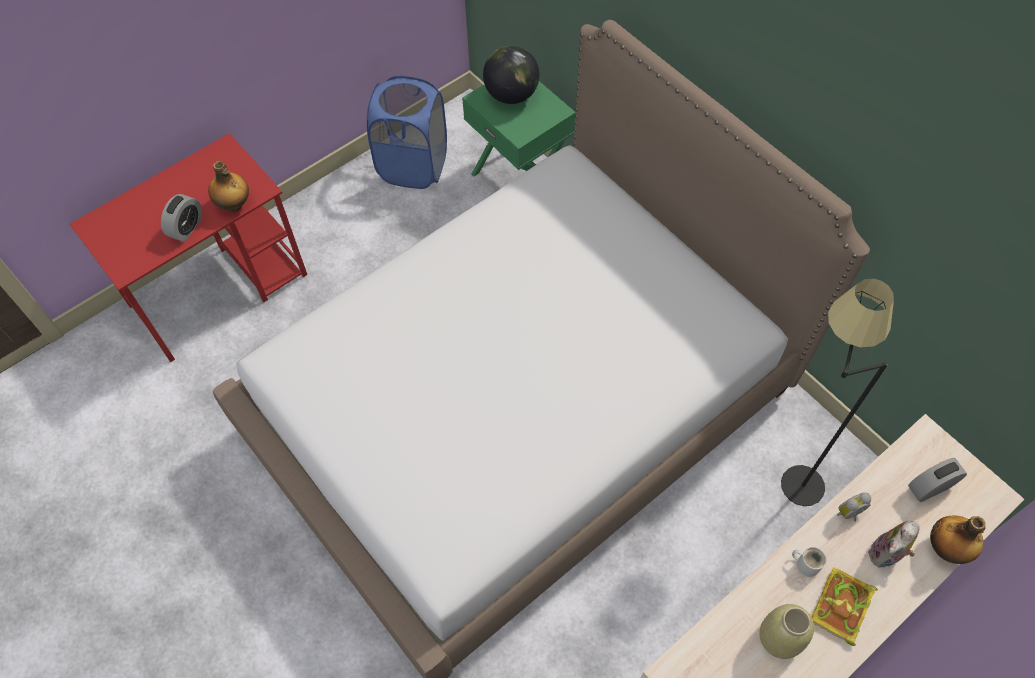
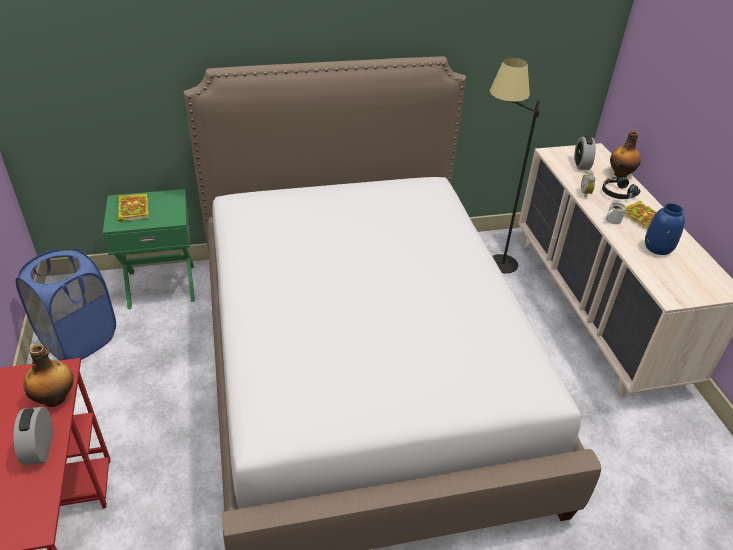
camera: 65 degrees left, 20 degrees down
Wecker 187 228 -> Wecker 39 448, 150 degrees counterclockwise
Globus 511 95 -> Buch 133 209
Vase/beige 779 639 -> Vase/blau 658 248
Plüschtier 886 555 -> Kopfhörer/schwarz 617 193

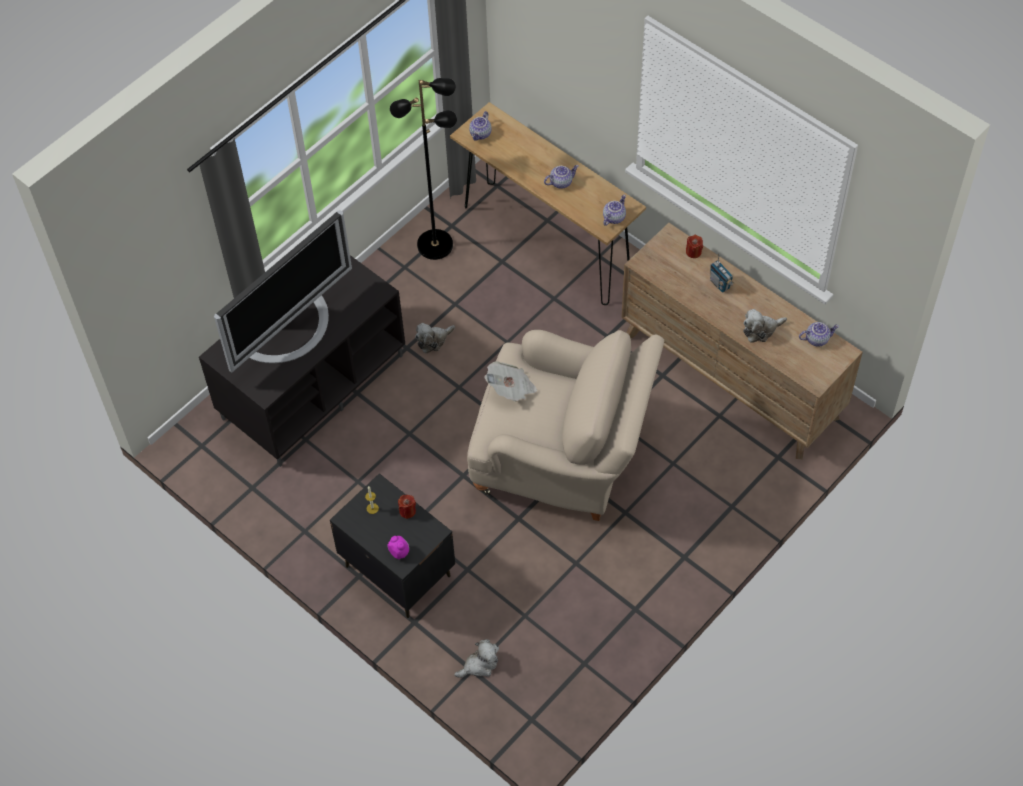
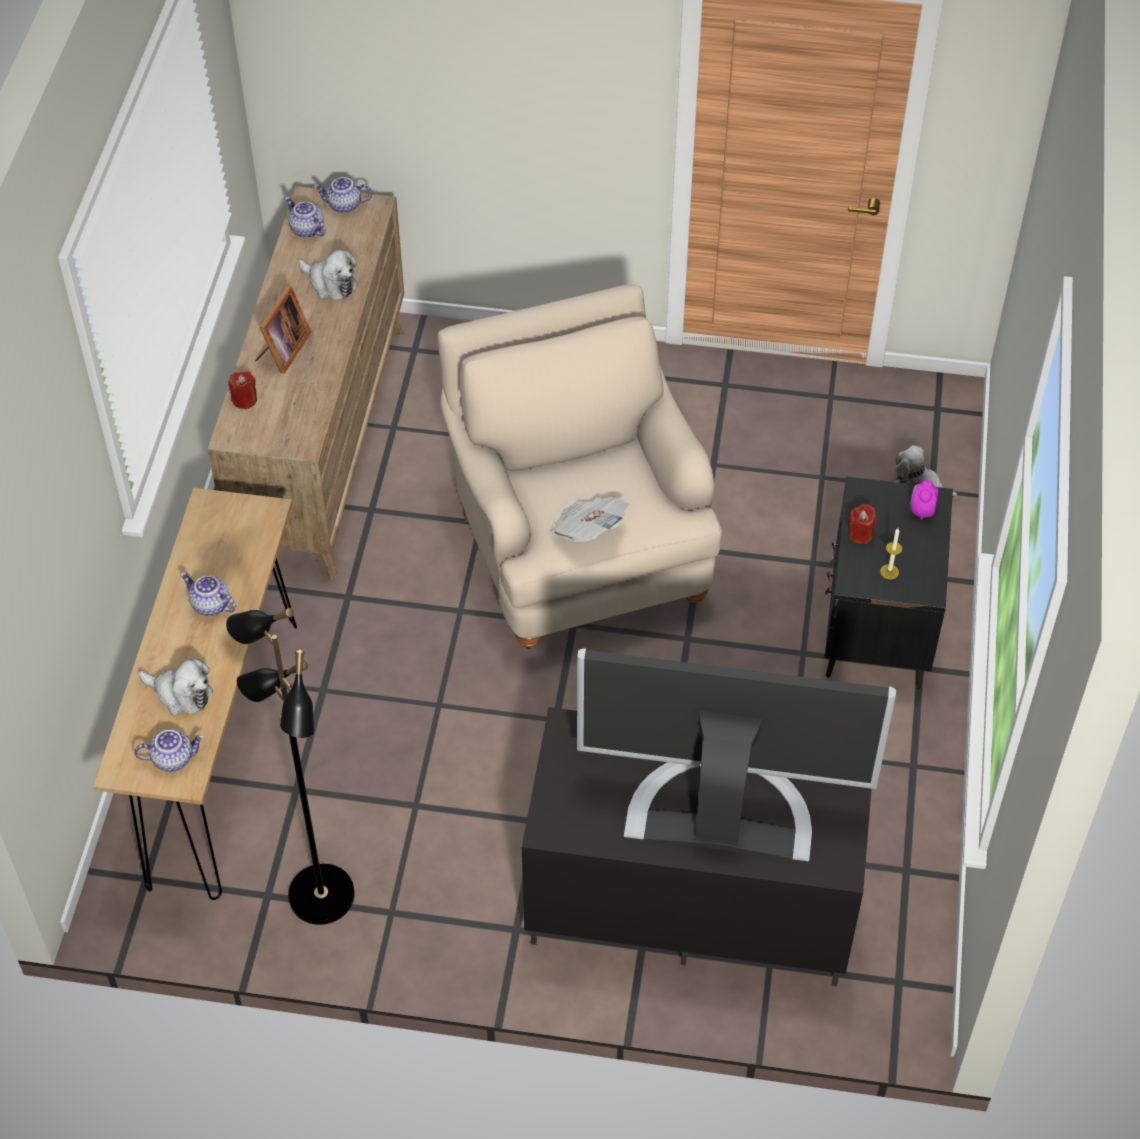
camera: 125 degrees left, 5 degrees down
Plüschtier 433 340 -> Plüschtier 181 694, shifted
Teekanne 613 217 -> Teekanne 344 206, shifted
Radio 720 284 -> Bilderrahmen 283 351

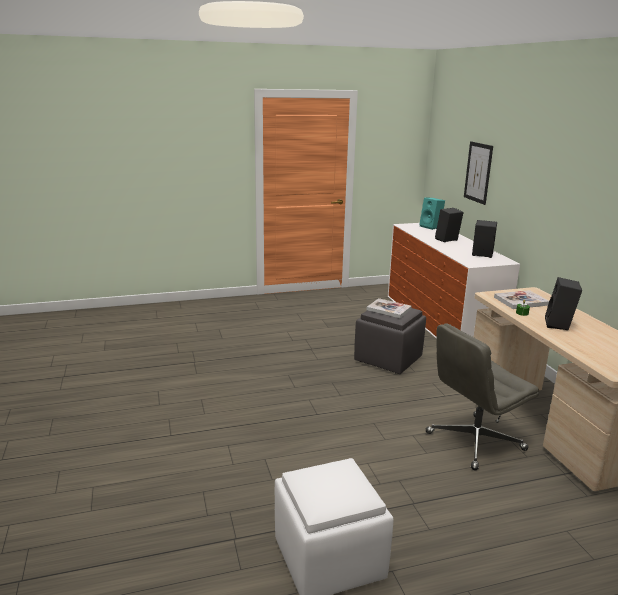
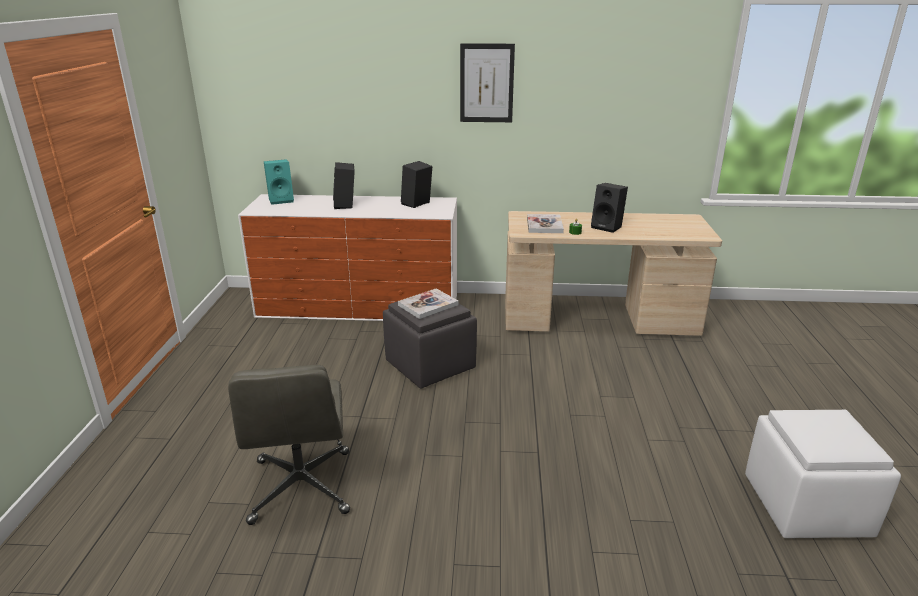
camera: 70 degrees left, 5 degrees up
Bürostuhl/grau 474 442 -> Bürostuhl/grau 302 487, shifted
Bild 478 172 -> Bild 486 83, shifted

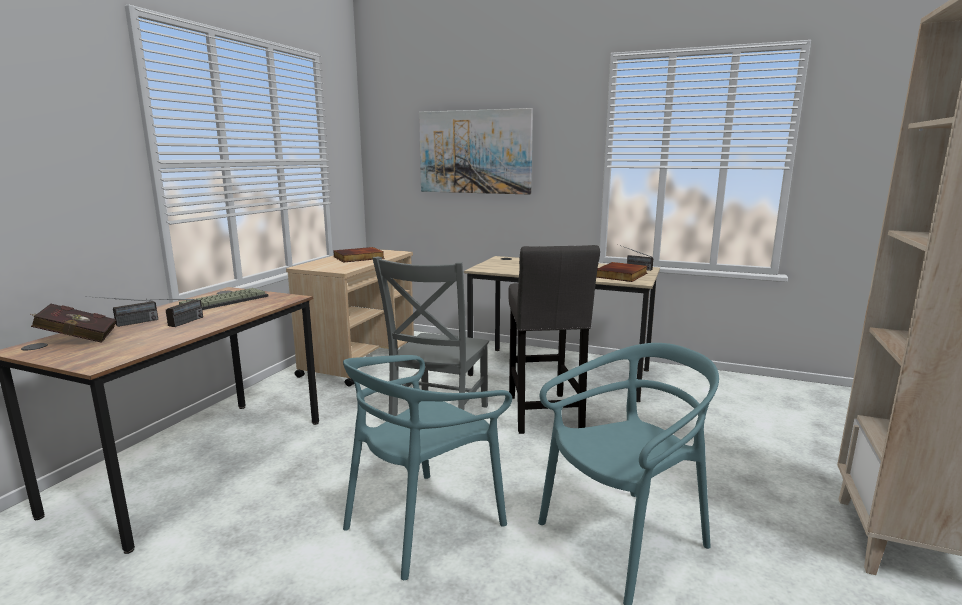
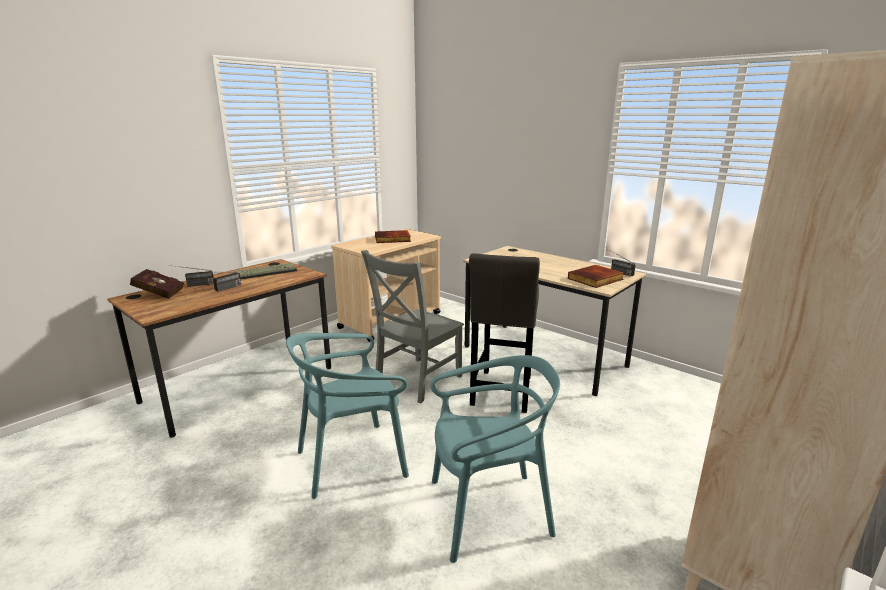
camera: 20 degrees right, 5 degrees up
Bild 474 152 -> none

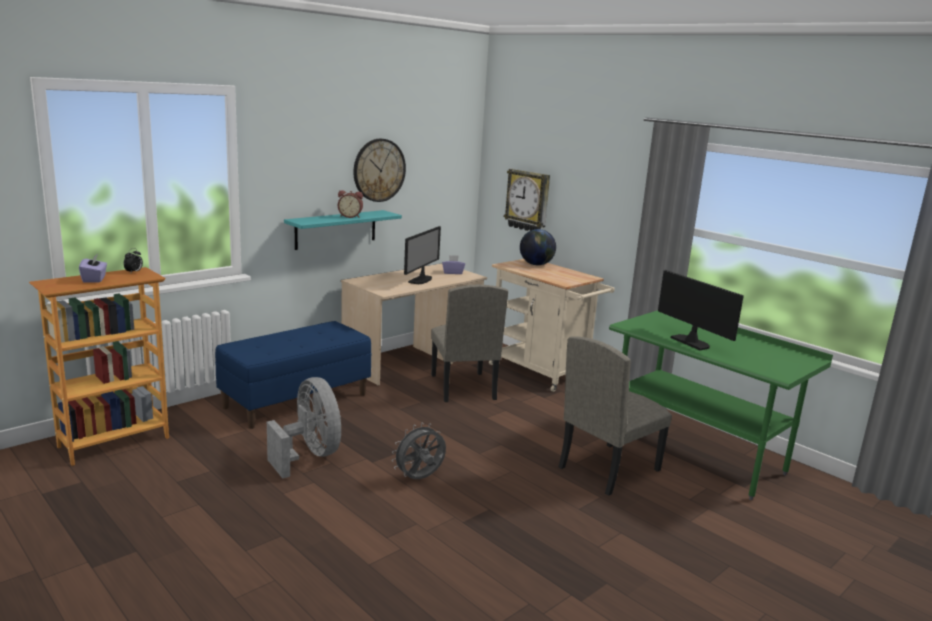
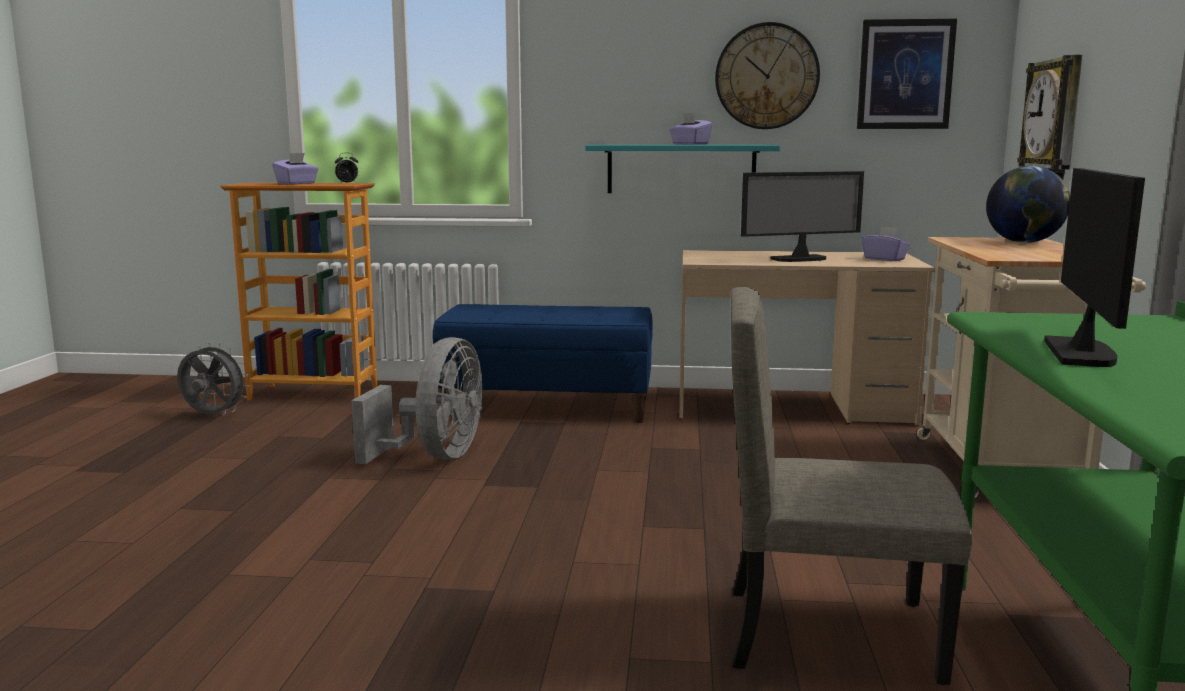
camera: 50 degrees right, 5 degrees down
Wecker 350 216 -> Taschentuchbox/lila 690 144
Ventilator/grau 419 479 -> Ventilator/grau 213 416, shifted
Stuhl/beige 462 387 -> none
none -> Bild 905 74

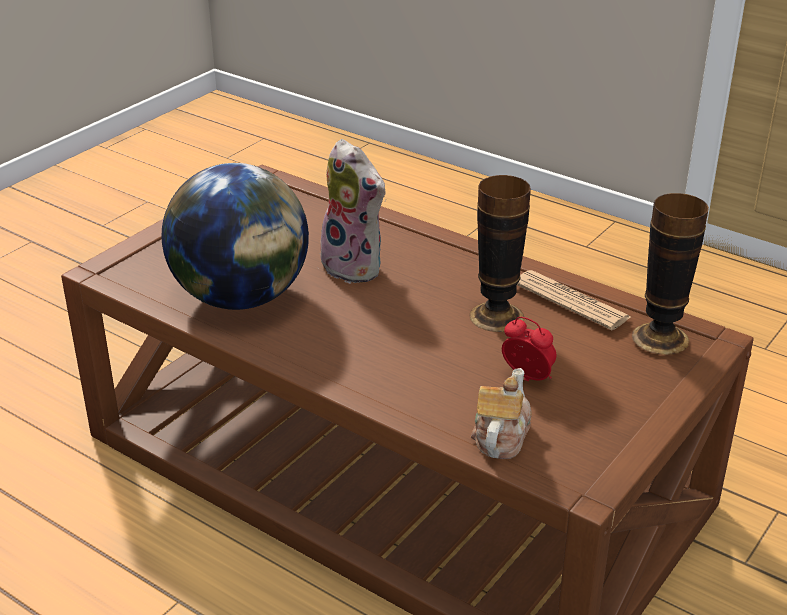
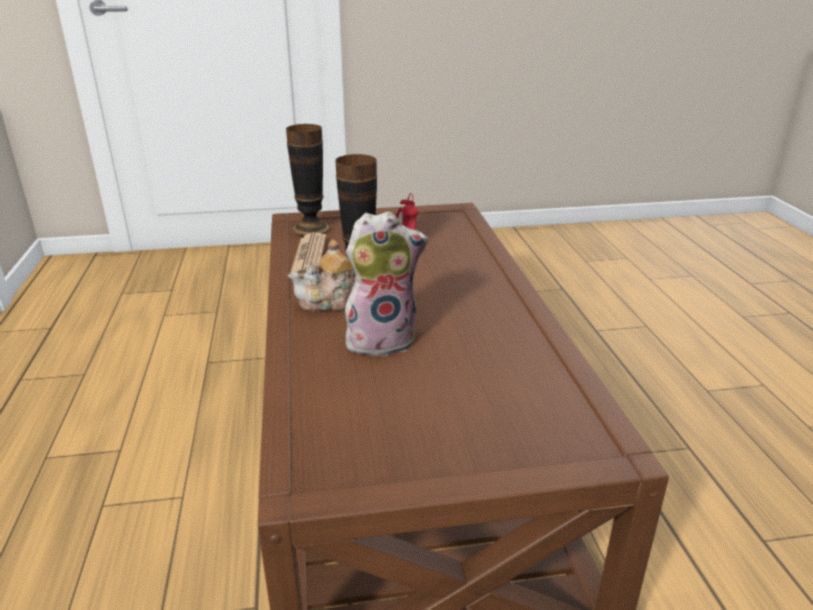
camera: 135 degrees left, 5 degrees down
Globus 241 298 -> none
Plüschtier 356 266 -> Plüschtier 382 339, 75 degrees clockwise
Teekanne 500 436 -> Teekanne 330 301, shifted

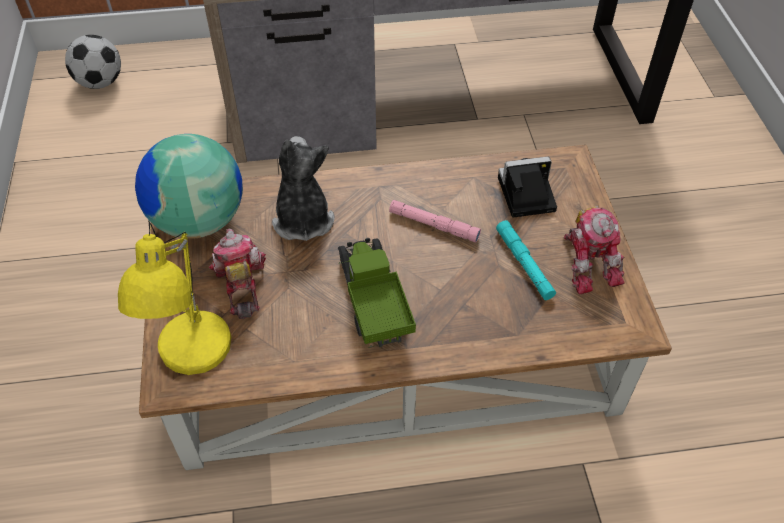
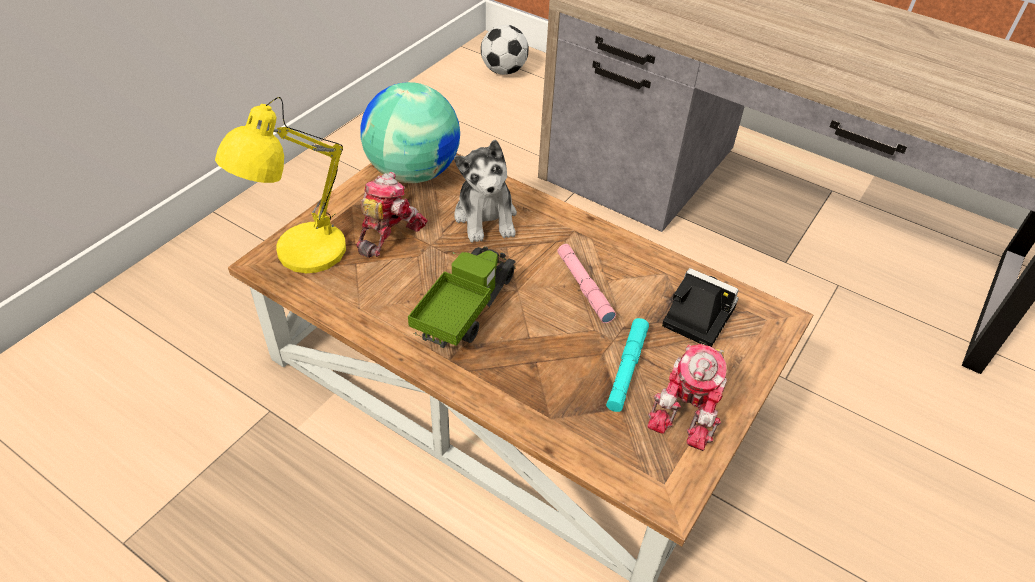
camera: 40 degrees right, 5 degrees down
Plüschtier 302 219 -> Plüschtier 486 217, 135 degrees clockwise

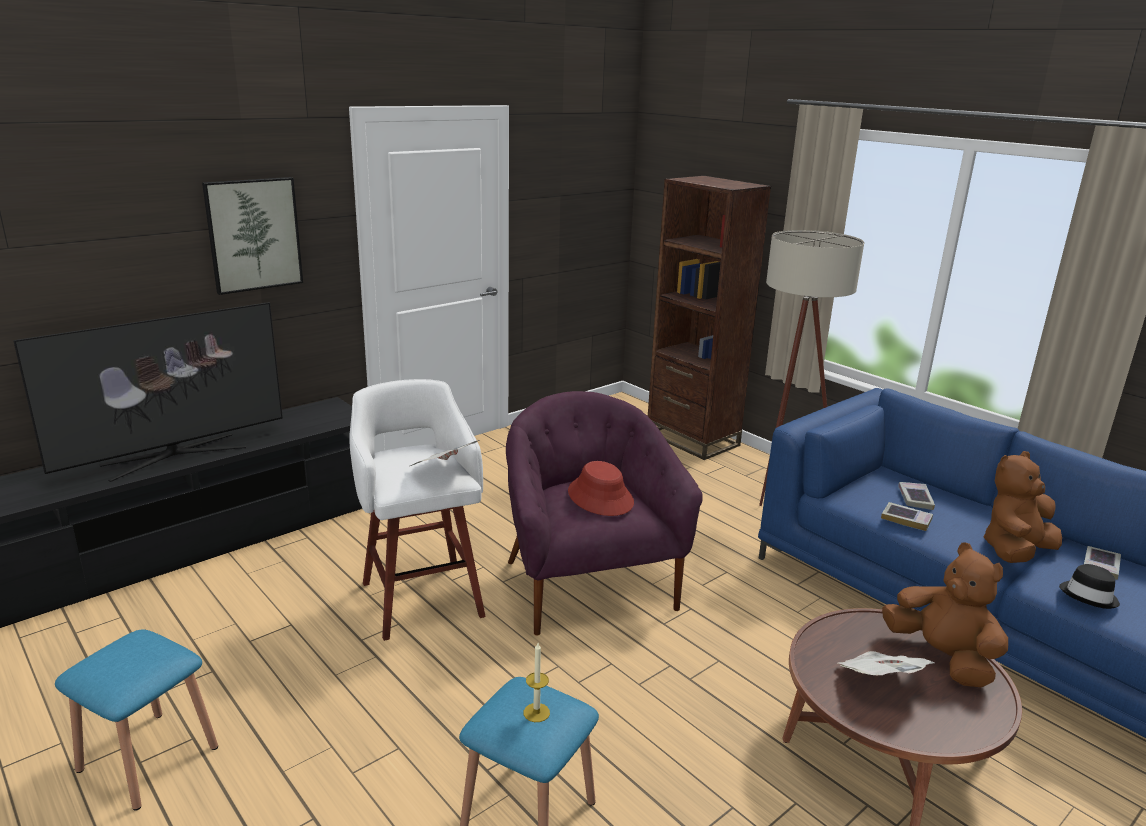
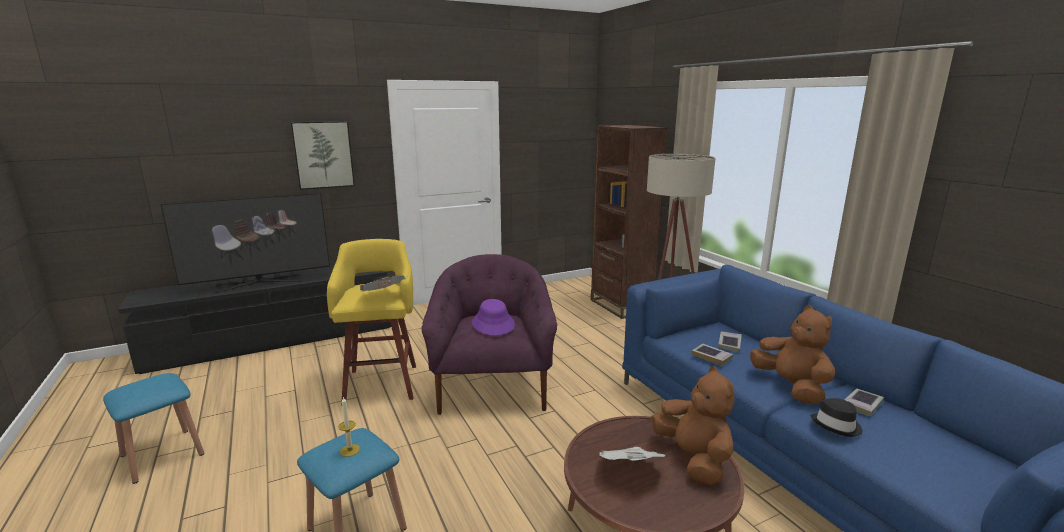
camera: 15 degrees right, 5 degrees down
Hocker/weiß 421 596 -> Hocker/gelb 382 383
Hut/rot 600 497 -> Hut/lila 493 324
Plüschtier/braun 1015 552 -> Plüschtier/braun 791 387, 90 degrees clockwise

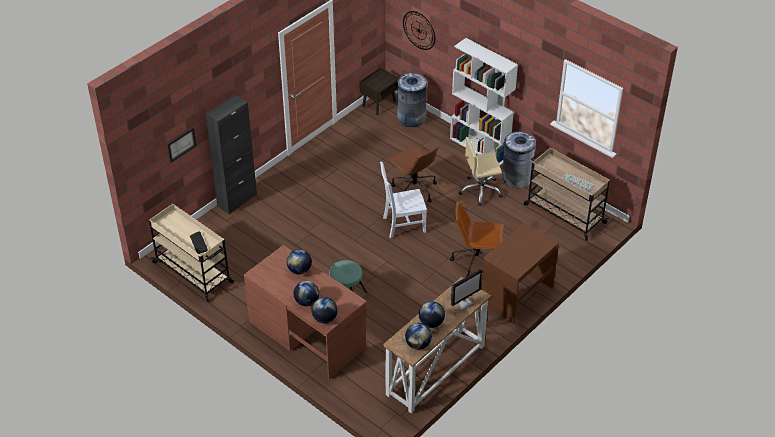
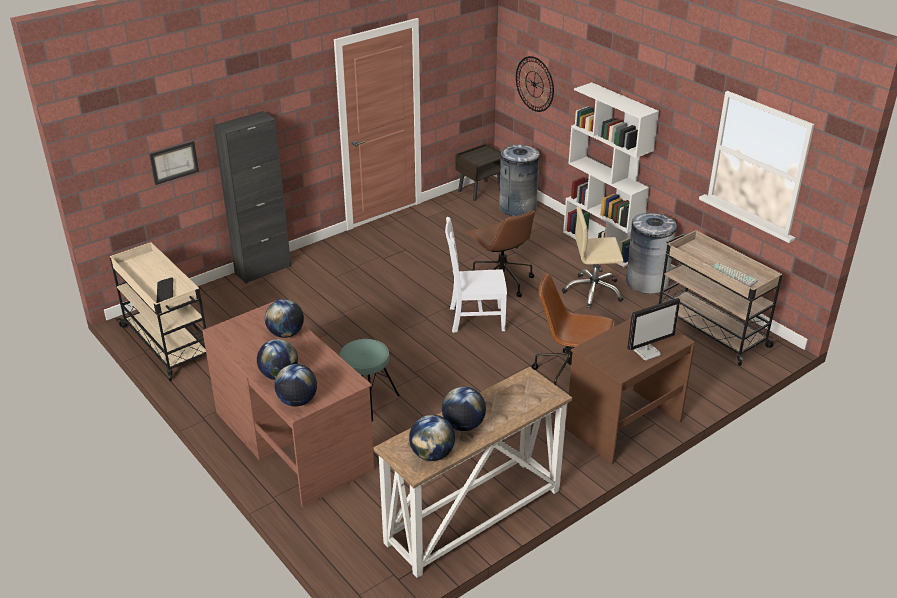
camera: 10 degrees right, 10 degrees down
Monitor 464 302 -> Monitor 647 352, shifted

